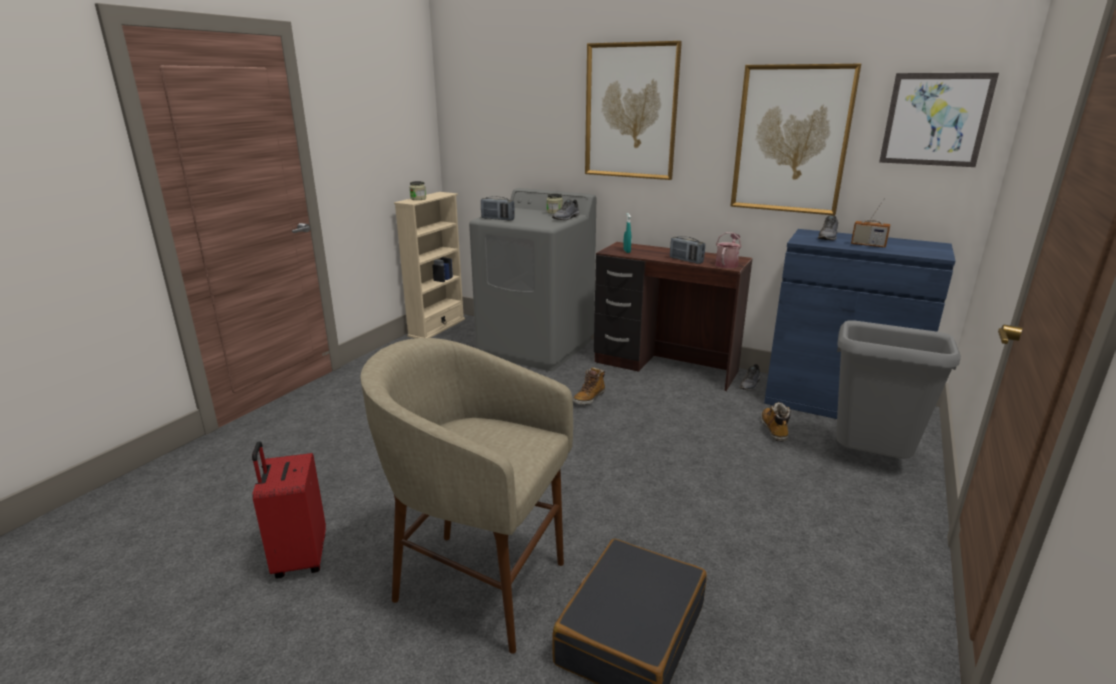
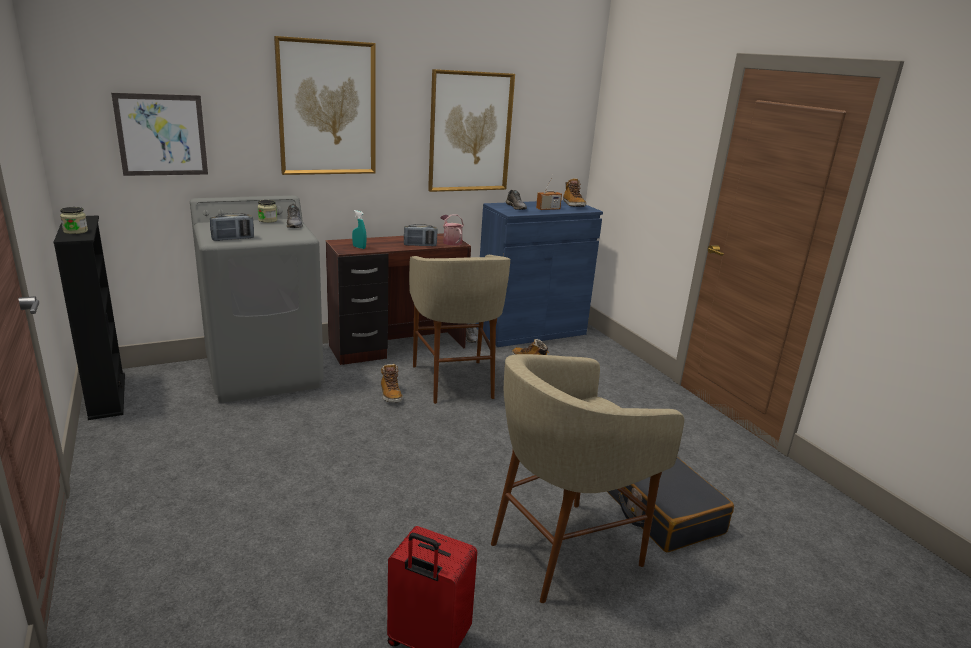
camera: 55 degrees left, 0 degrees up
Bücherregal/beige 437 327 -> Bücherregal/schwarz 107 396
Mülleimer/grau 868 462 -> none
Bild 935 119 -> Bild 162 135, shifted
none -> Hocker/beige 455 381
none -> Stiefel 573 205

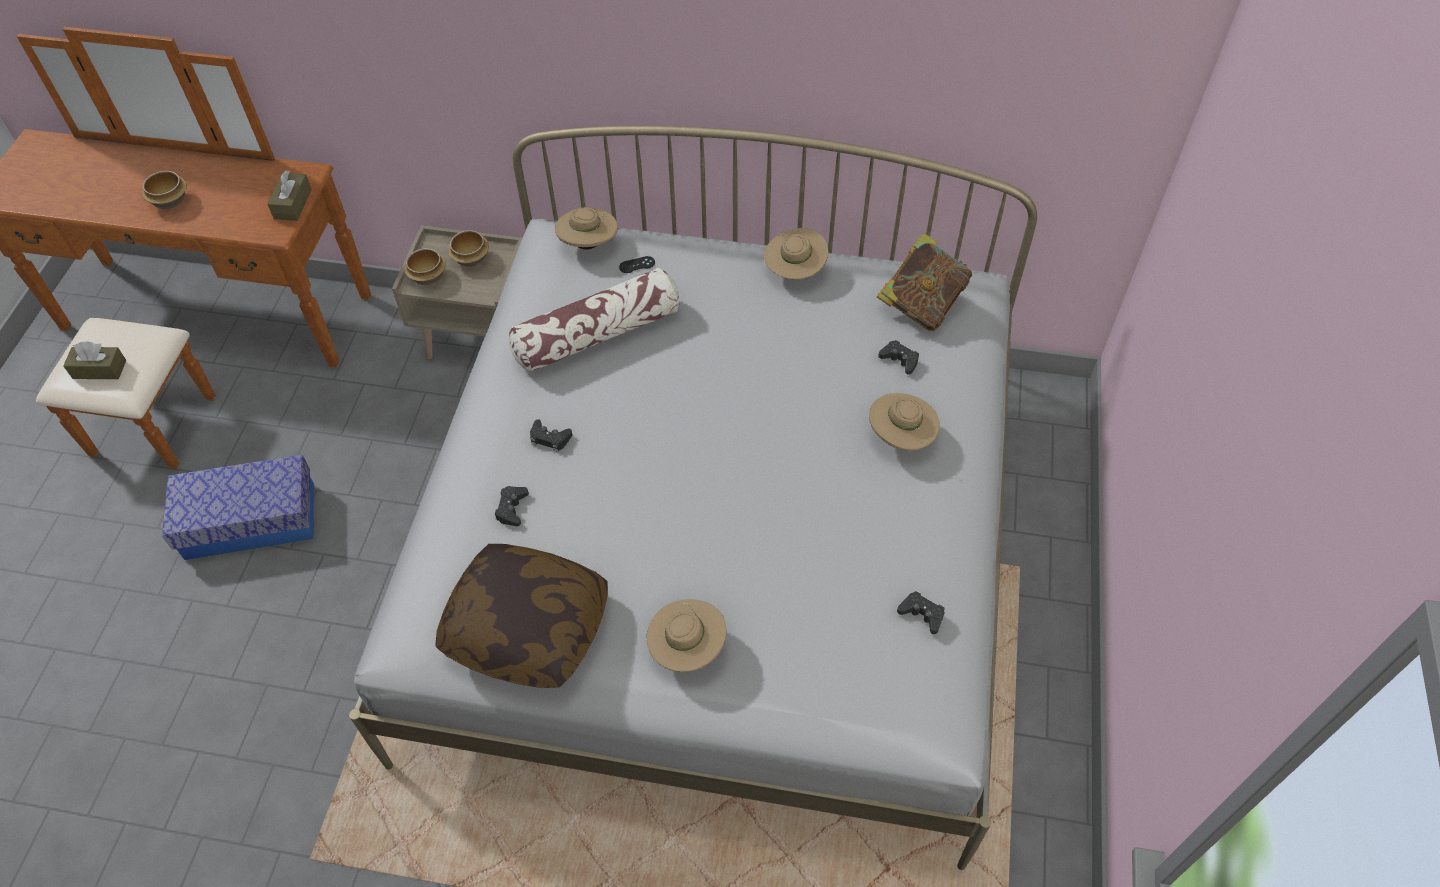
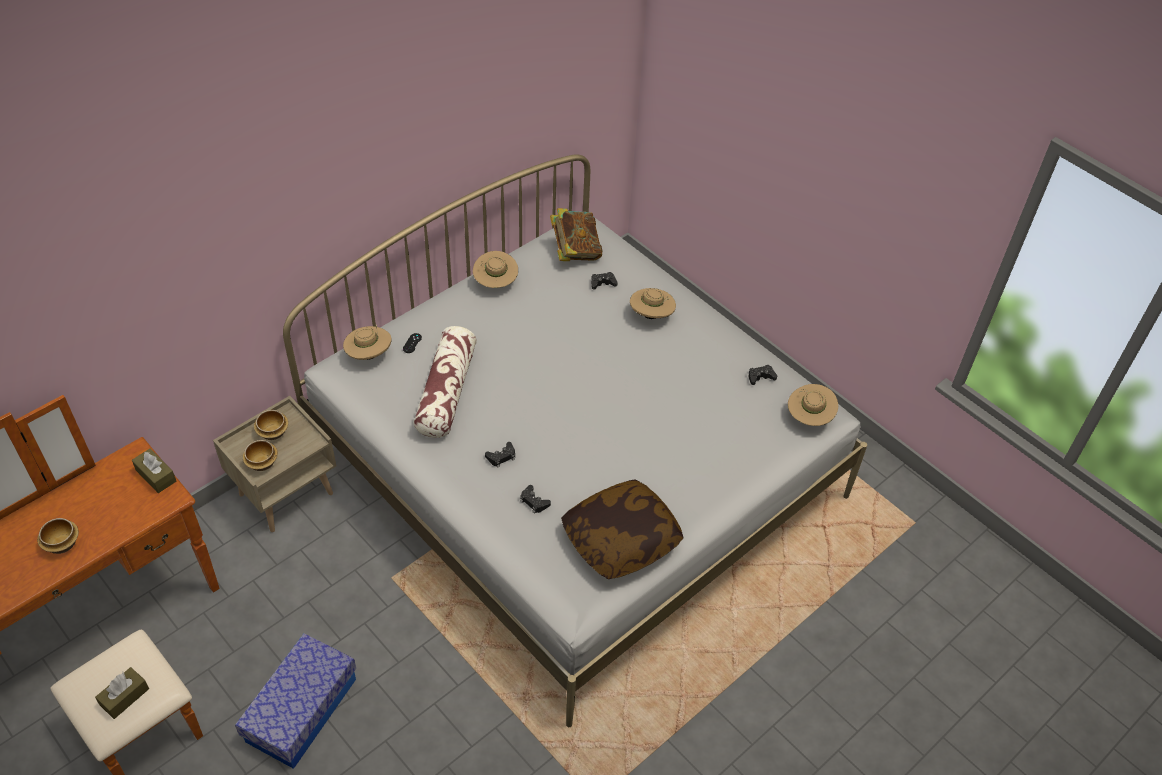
camera: 55 degrees left, 5 degrees down
Hut/beige 687 648 -> Hut/beige 809 417, shifted

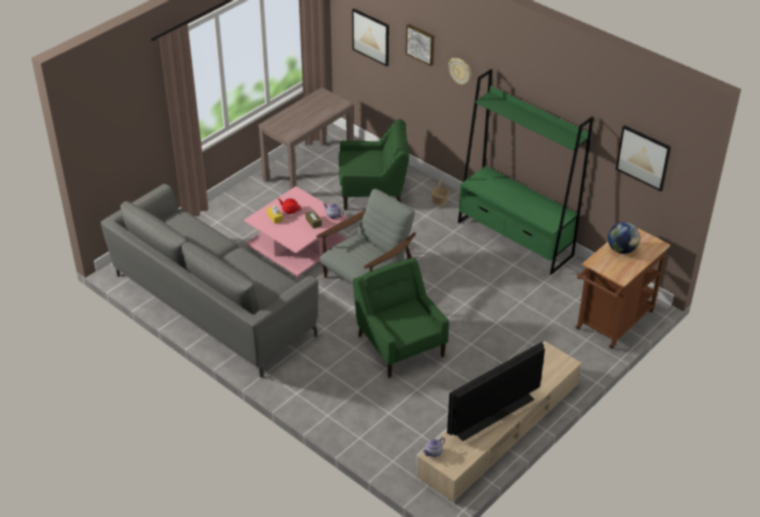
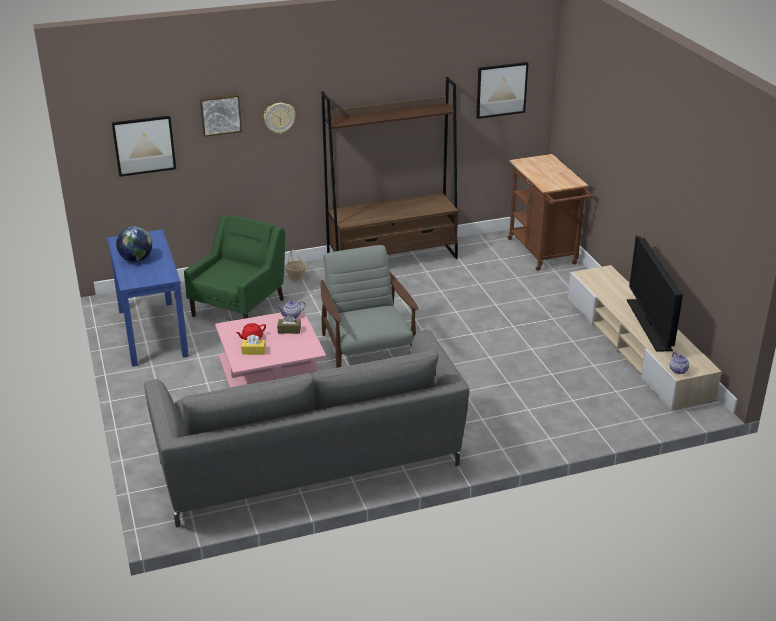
camera: 60 degrees left, 10 degrees down
Konsolentisch/braun 308 169 -> Konsolentisch/blau 152 332
Sessel/grün 400 344 -> none
Bücherregal/grün 515 239 -> Bücherregal/braun 393 259
Globus 621 250 -> Globus 136 259, shifted

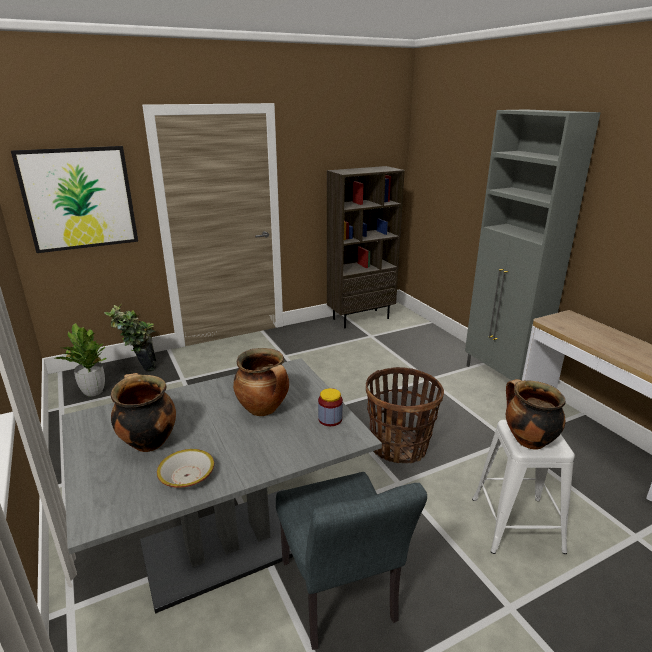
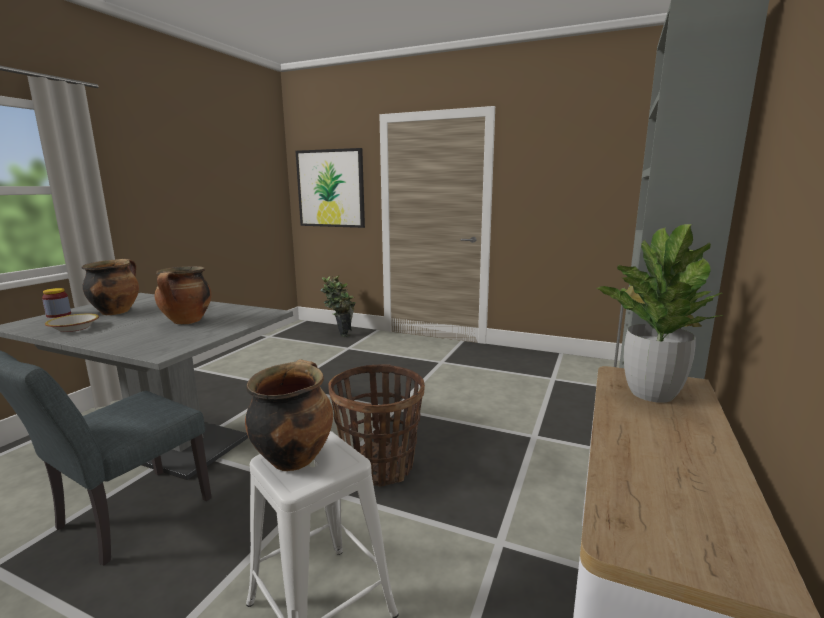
camera: 50 degrees right, 10 degrees down
Topfpflanze 93 391 -> Topfpflanze 651 393, shifted
Vorratsglas 330 419 -> Vorratsglas 59 315, shifted
Bücherregal/braun 361 318 -> none

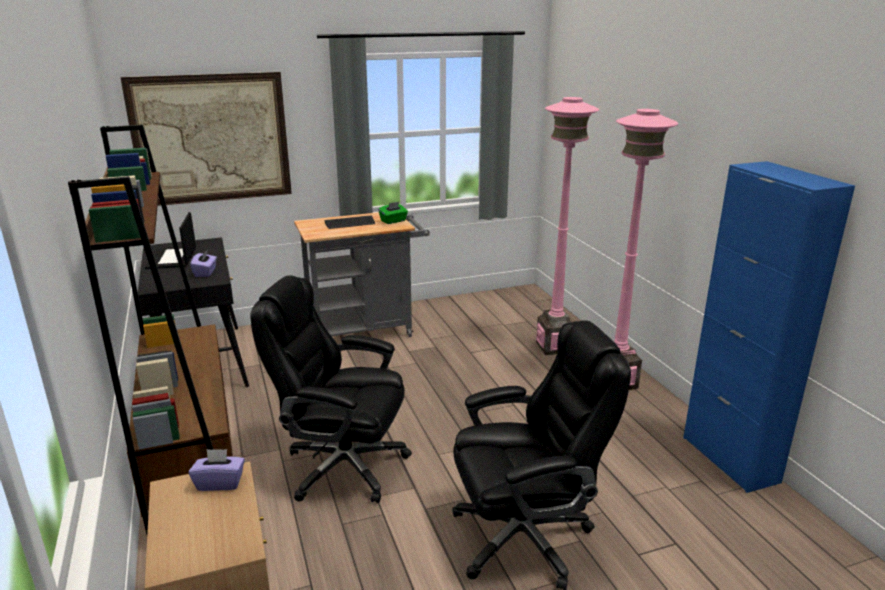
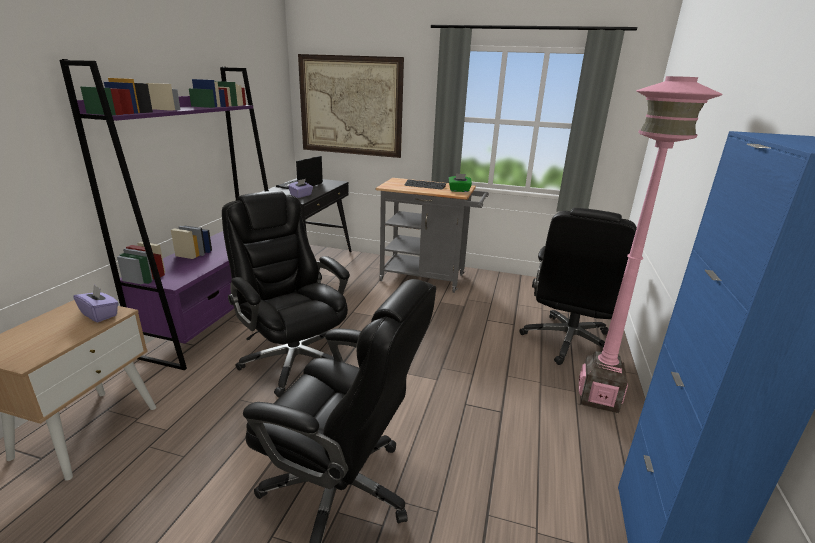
camera: 35 degrees right, 0 degrees up
Bücherregal/braun 192 463 -> Bücherregal/lila 221 318
Stehlampe/rosa 554 347 -> Bürostuhl/schwarz 569 342

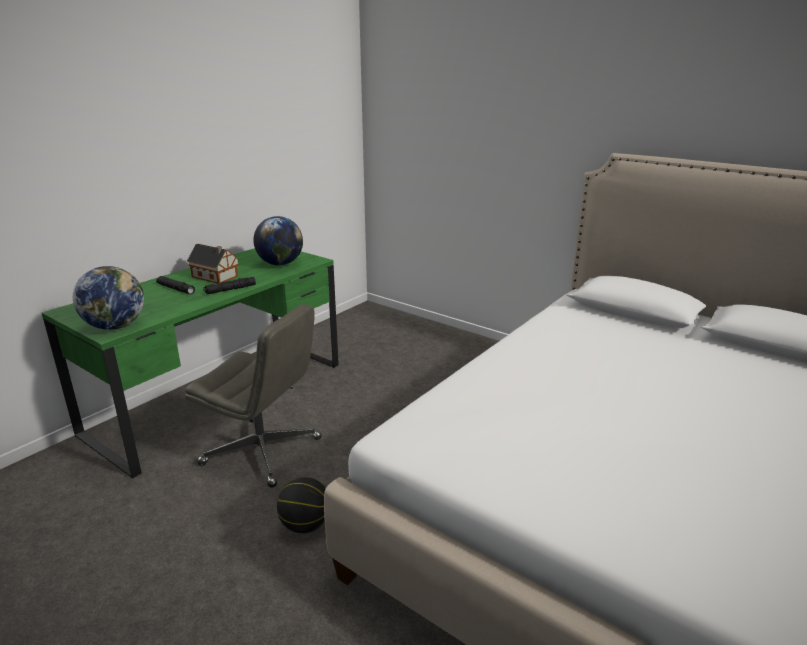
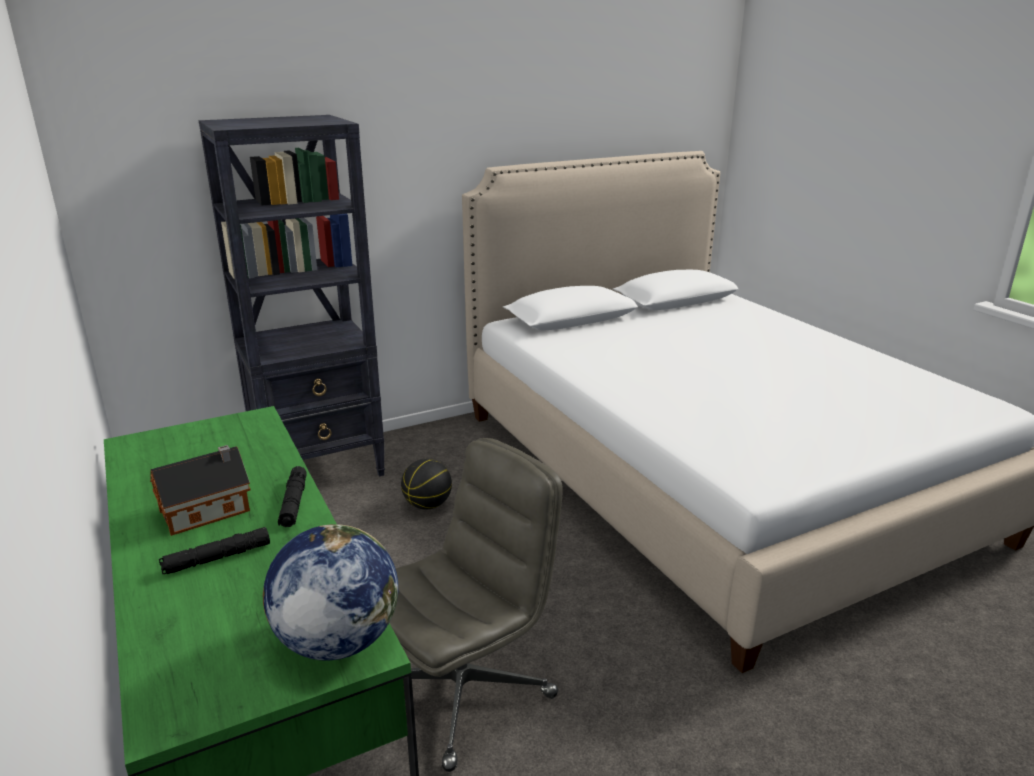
camera: 65 degrees left, 0 degrees up
Globus 280 264 -> none
Basketball 305 525 -> Basketball 427 505, shifted
none -> Bücherregal/schwarz 320 468

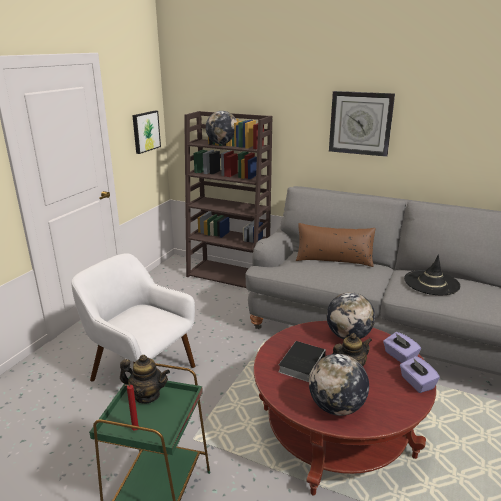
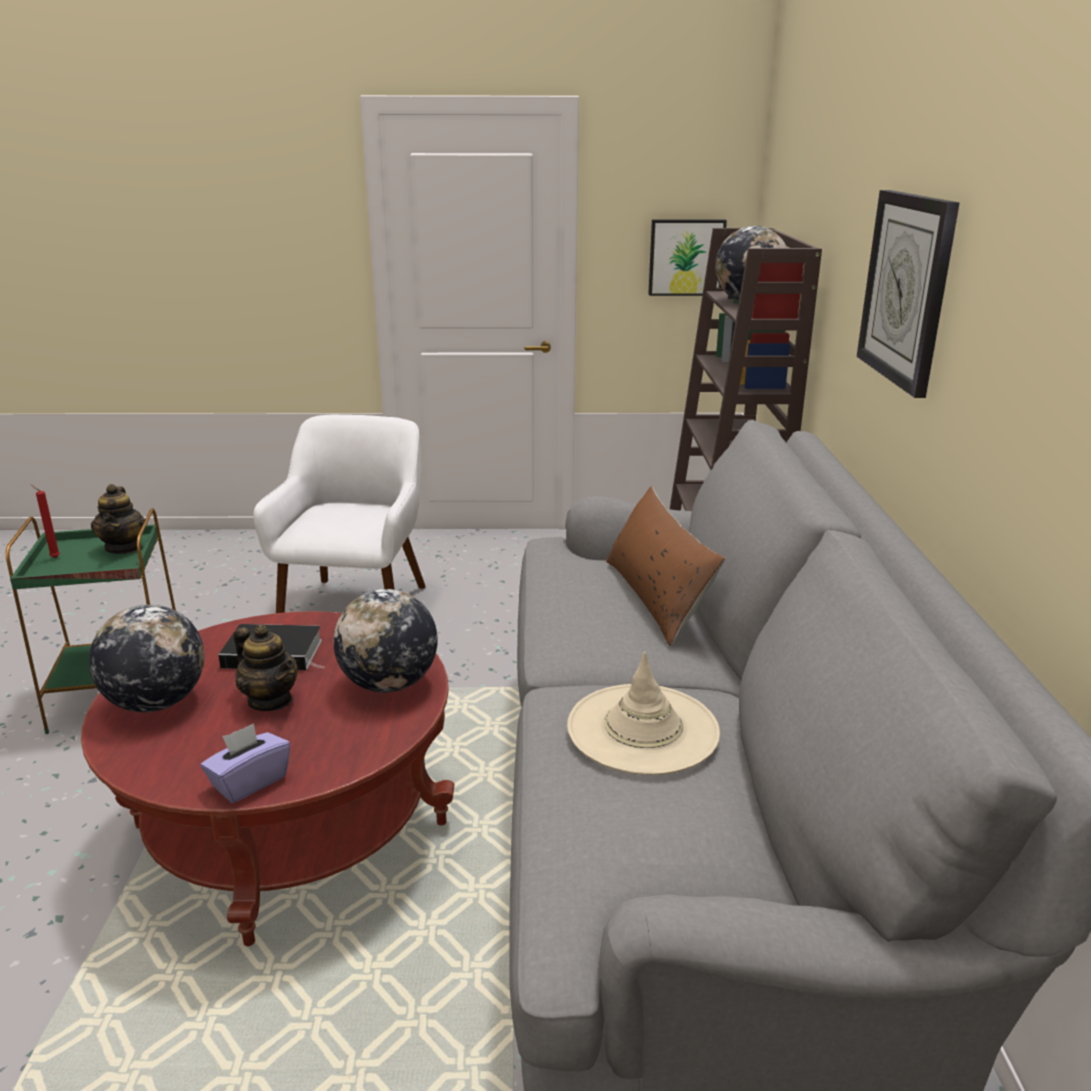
camera: 65 degrees right, 0 degrees up
Taschentuchbox/lila 399 356 -> none
Hut/schwarz 431 283 -> Hut/beige 643 729

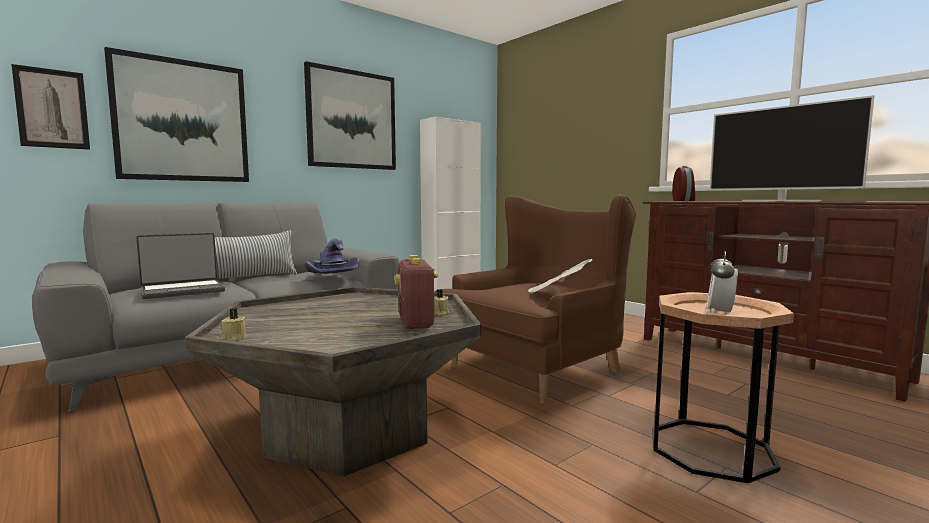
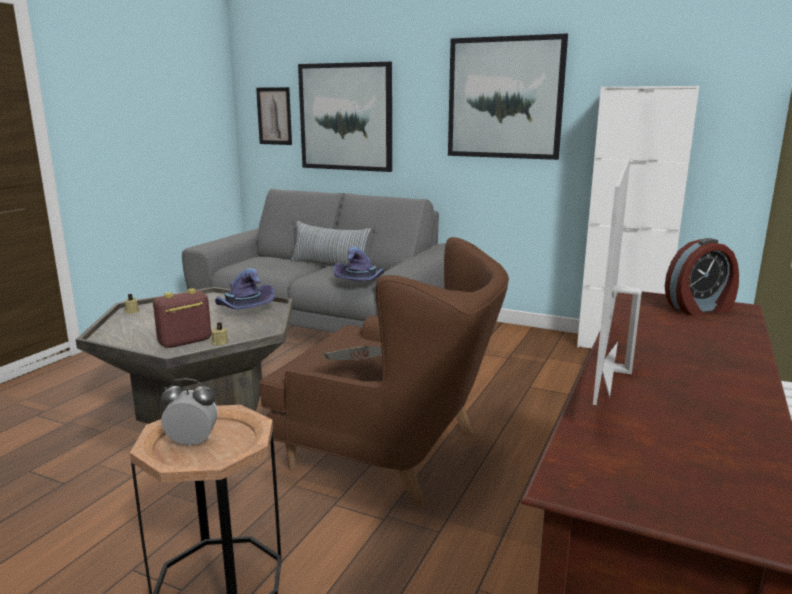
camera: 65 degrees right, 10 degrees up
Laptop 183 291 -> none
none -> Hut/lila 243 309

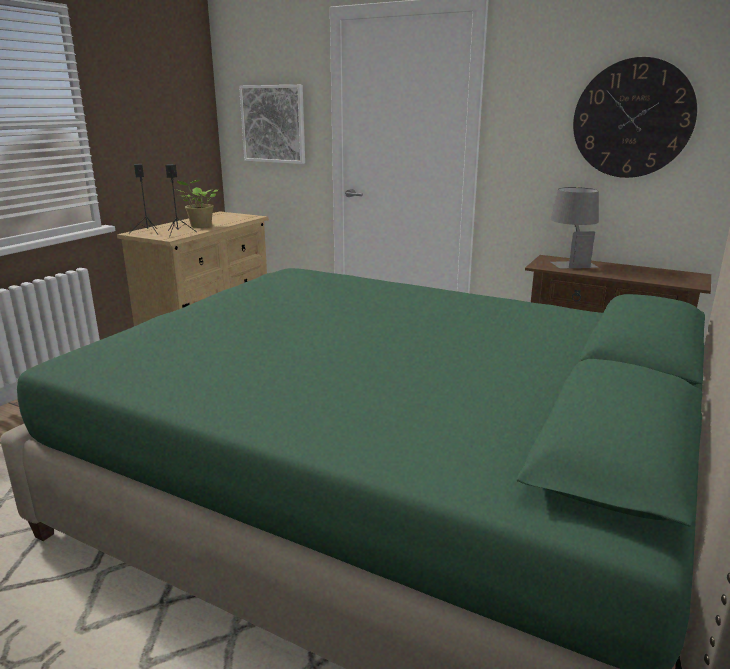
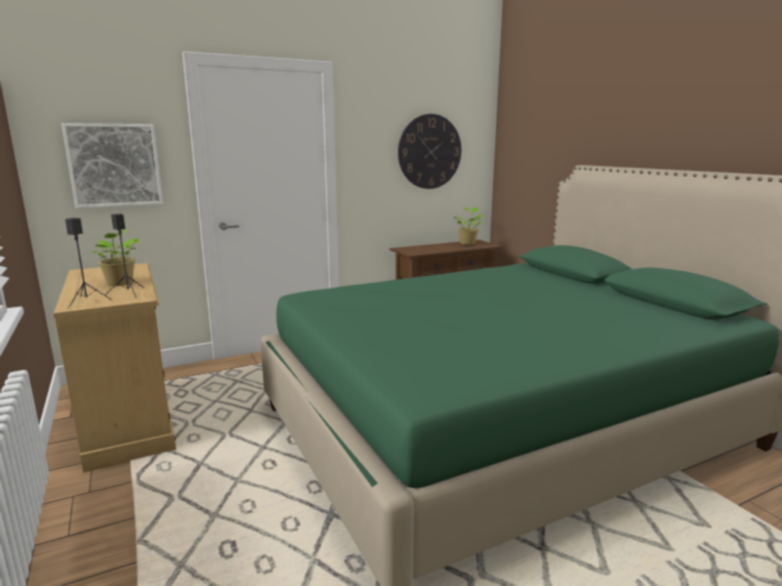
camera: 55 degrees left, 5 degrees down
Tischlampe/grau 570 262 -> none
none -> Topfpflanze 468 243

